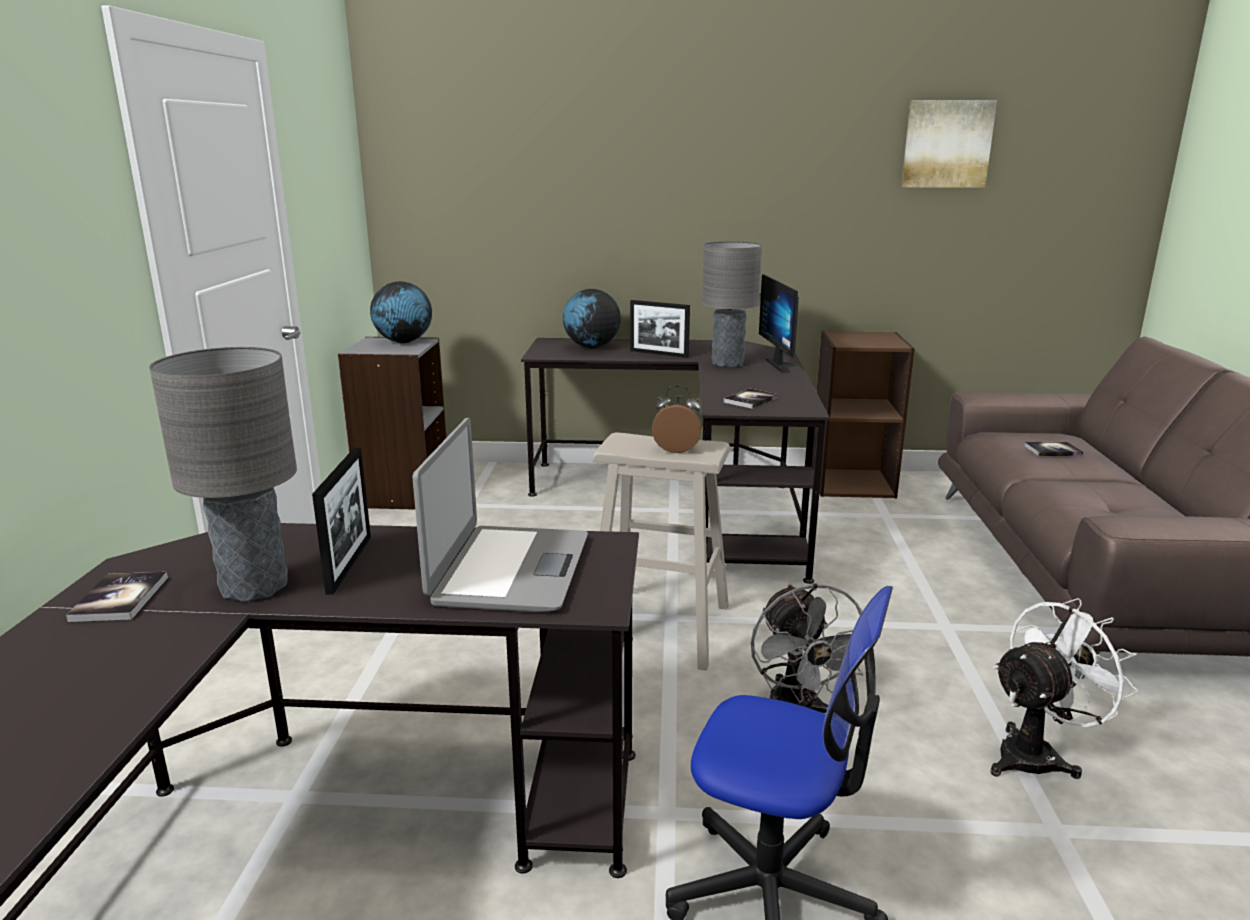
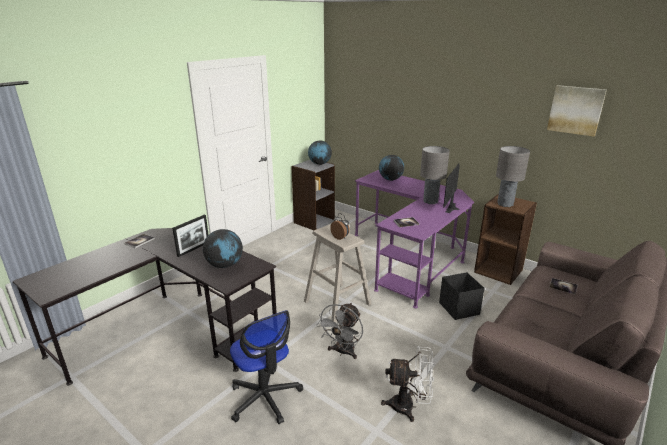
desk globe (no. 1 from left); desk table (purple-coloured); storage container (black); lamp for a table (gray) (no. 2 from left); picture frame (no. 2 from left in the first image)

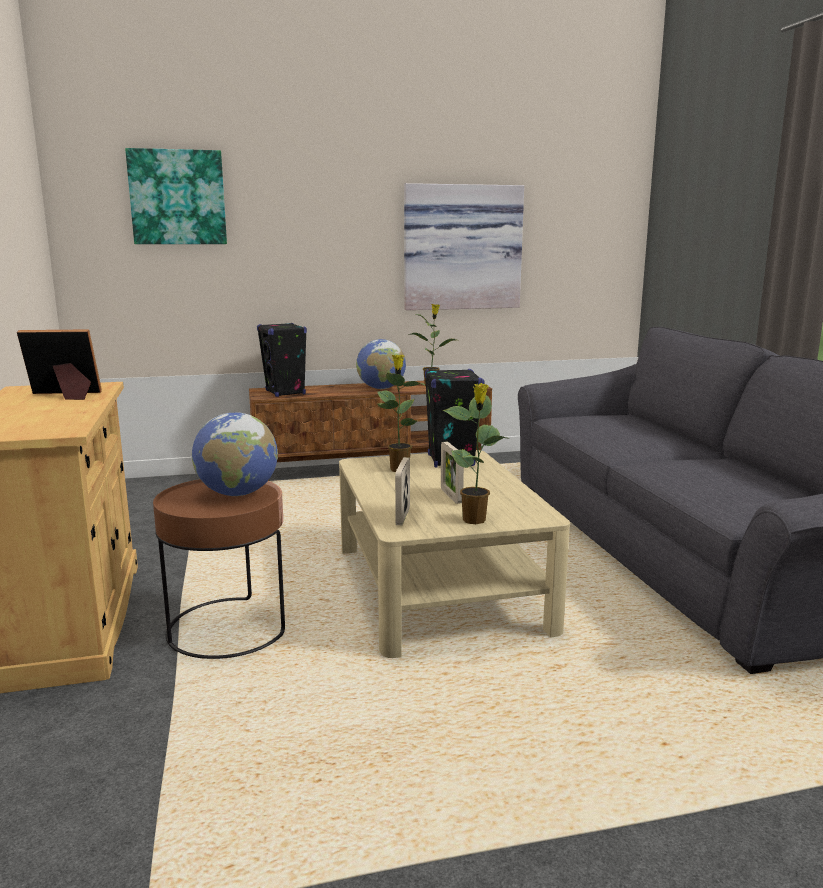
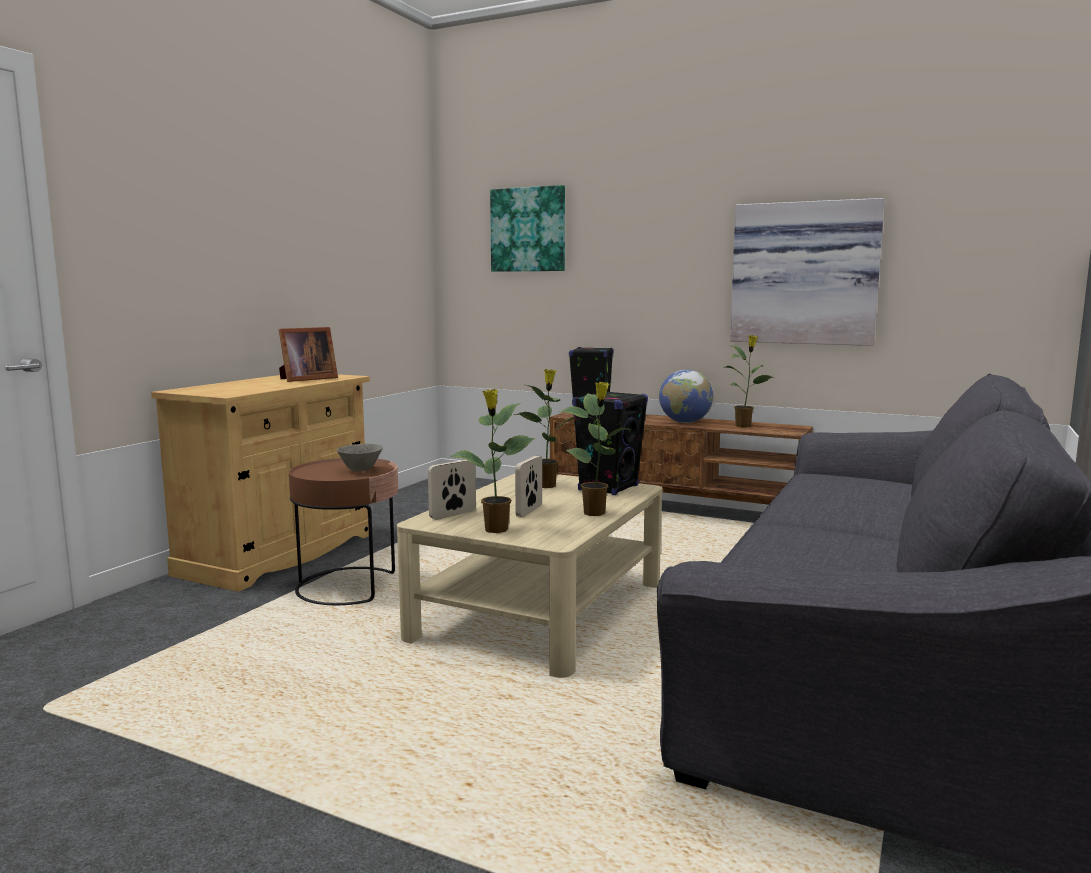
picture frame (no. 1 from left); serving bowl (gray); potted plant (no. 3 from left)

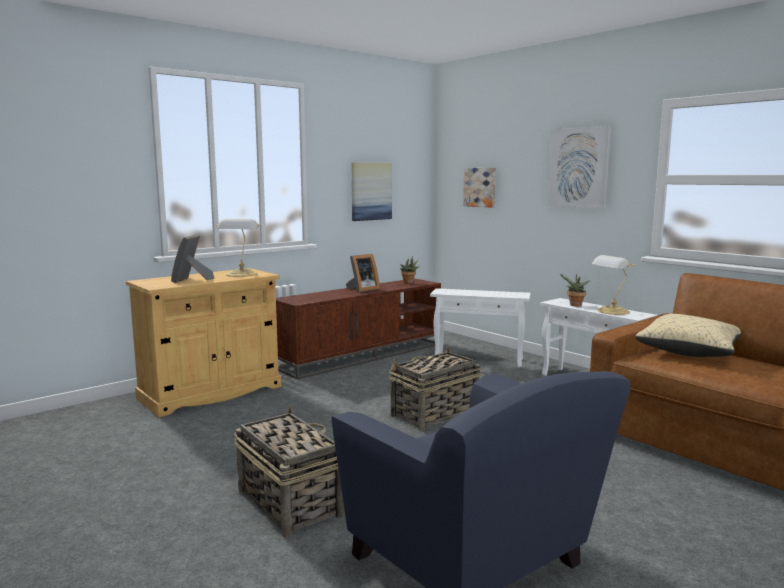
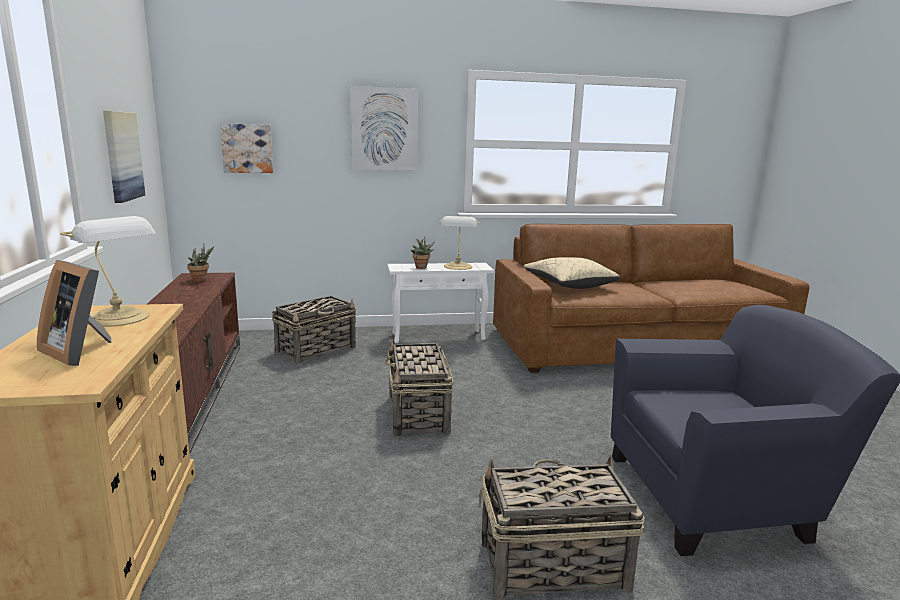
basket (no. 1 from left); picture frame (no. 2 from left in the first image)

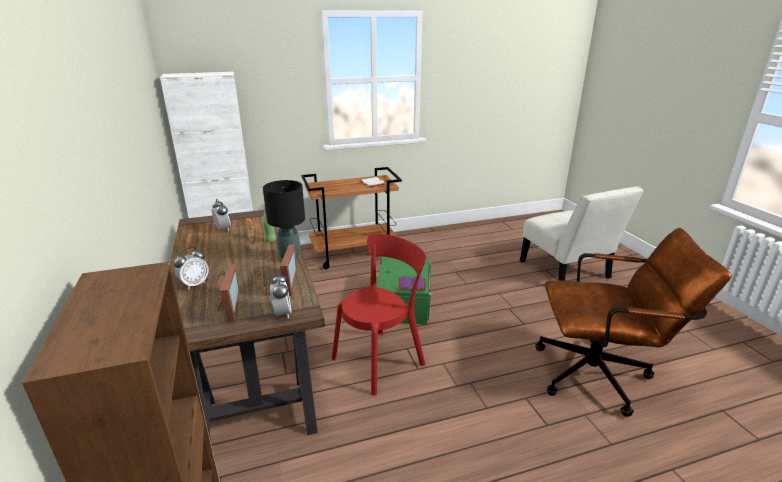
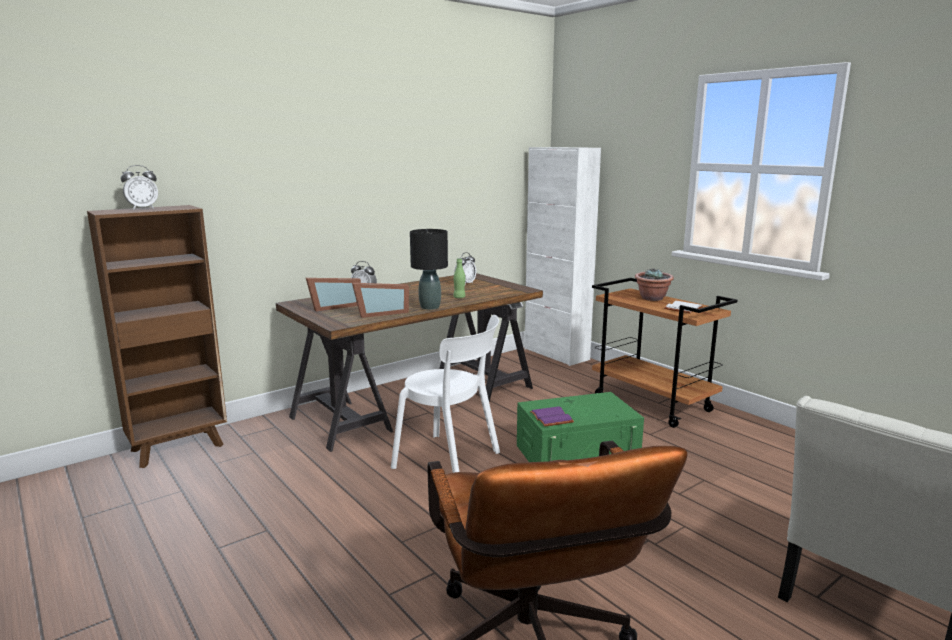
table clock (no. 1 from left); plain chair (whitish) (no. 1 from left); potted plant

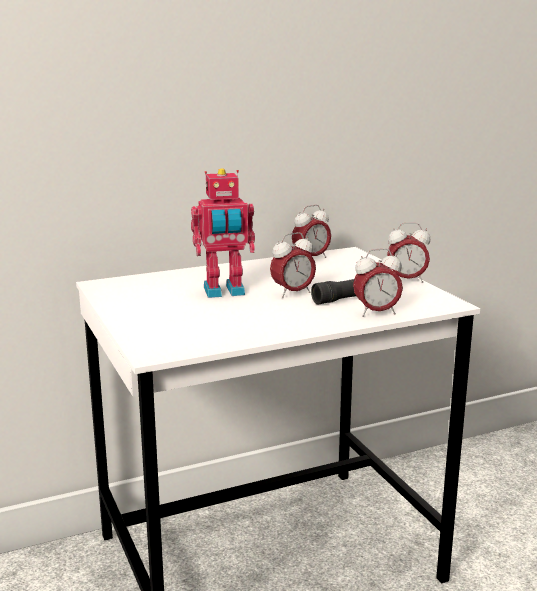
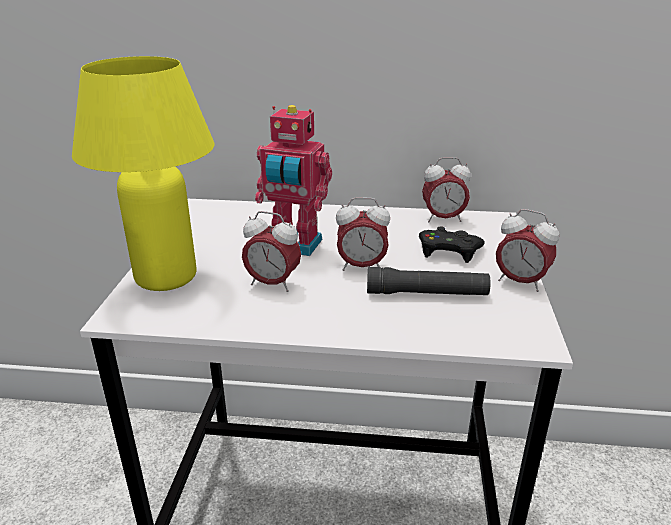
lamp for a table (yellow-coloured); table clock (no. 1 from left); game controller (black)

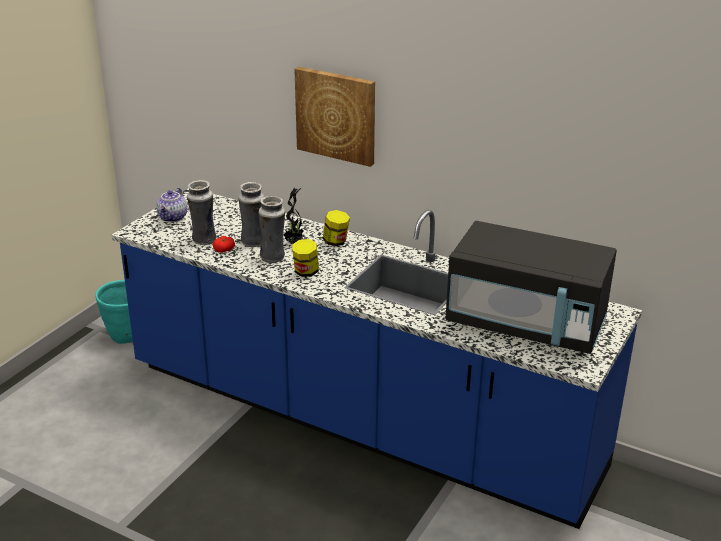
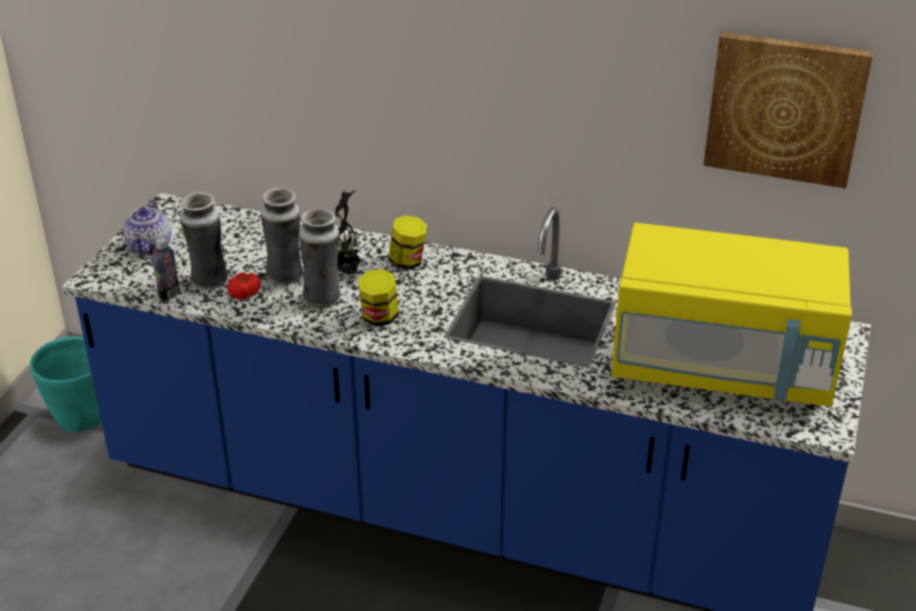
drink bottle; microwave oven (yellow-coloured); picture

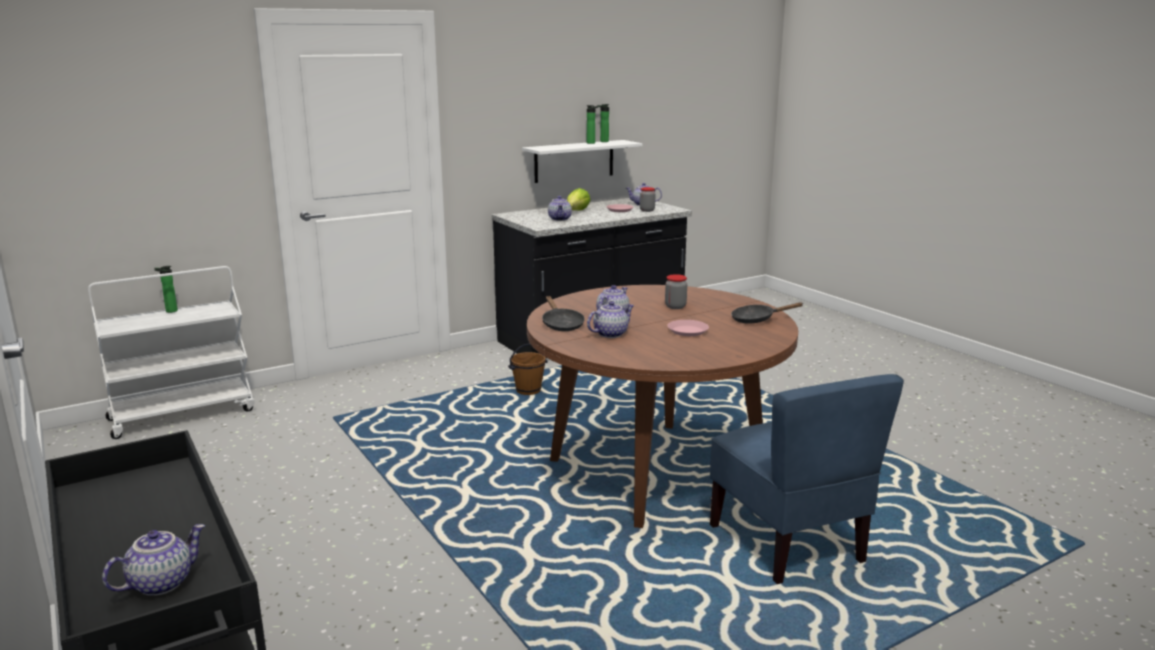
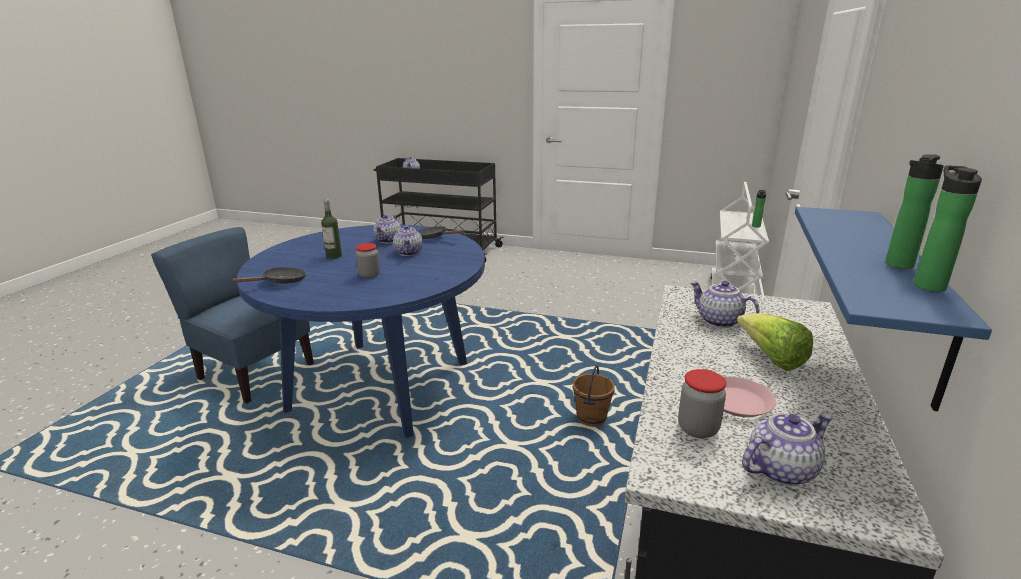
dining table (bluish); drink bottle (no. 1 from left); wall shelf (bluish)

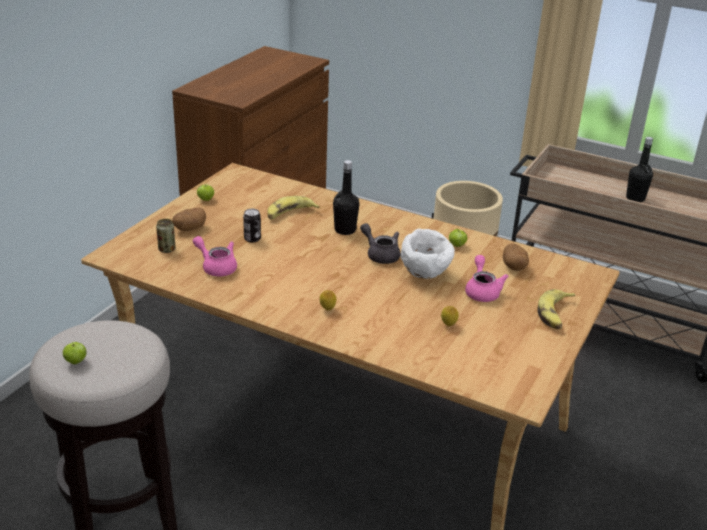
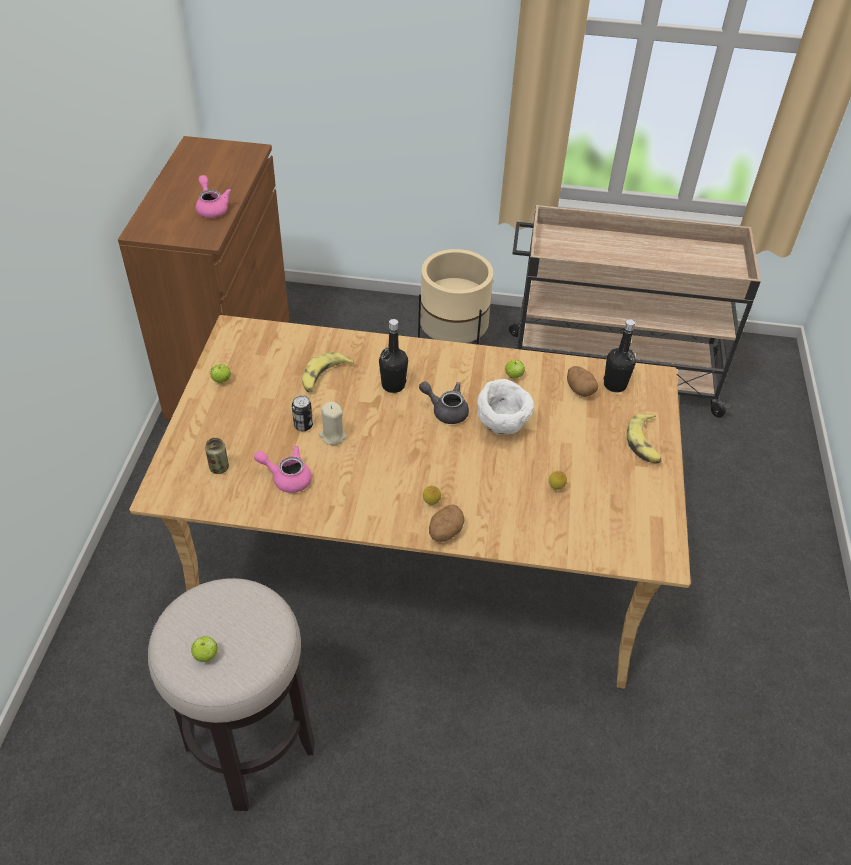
pot for tea (pink) (no. 1 from left); candle (beige-coloured); potato (no. 1 from left); drink bottle (black) (no. 2 from left)

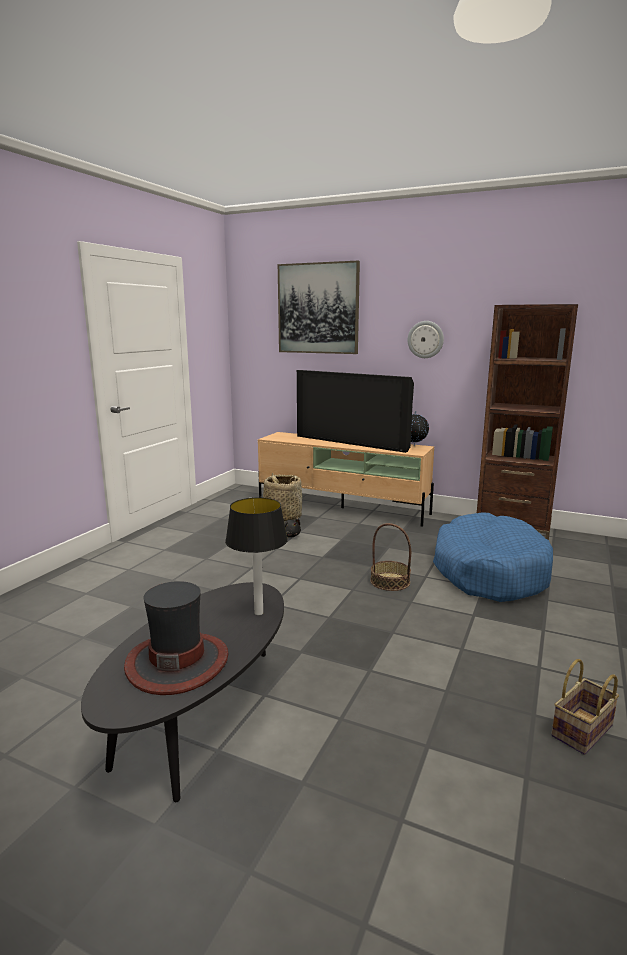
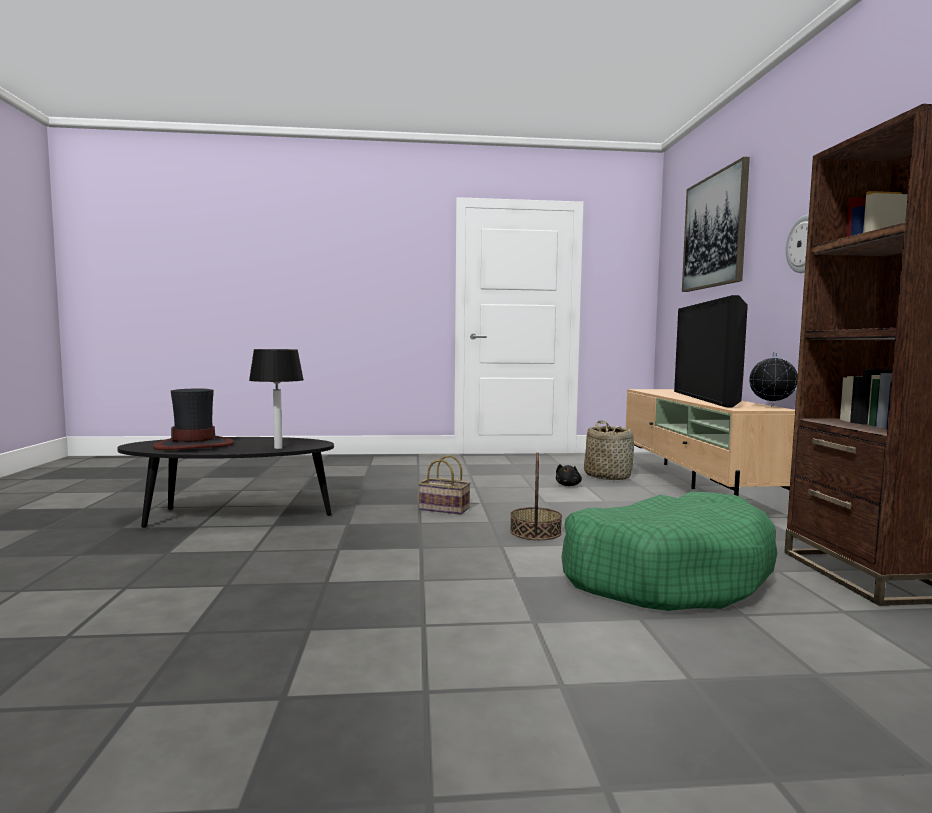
basket (no. 1 from left); dog cushion (green-coloured)

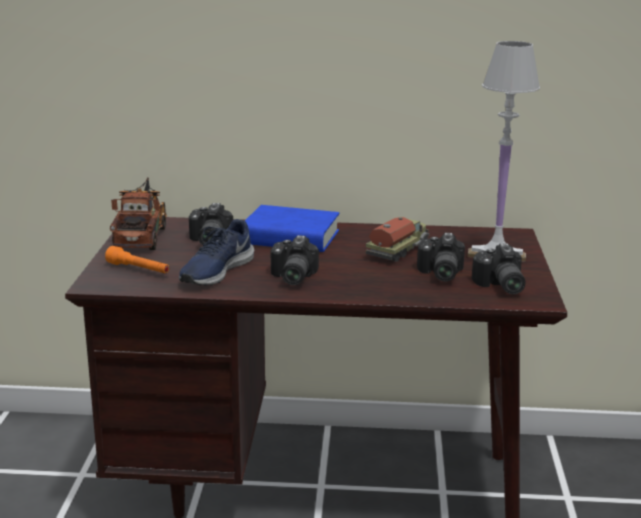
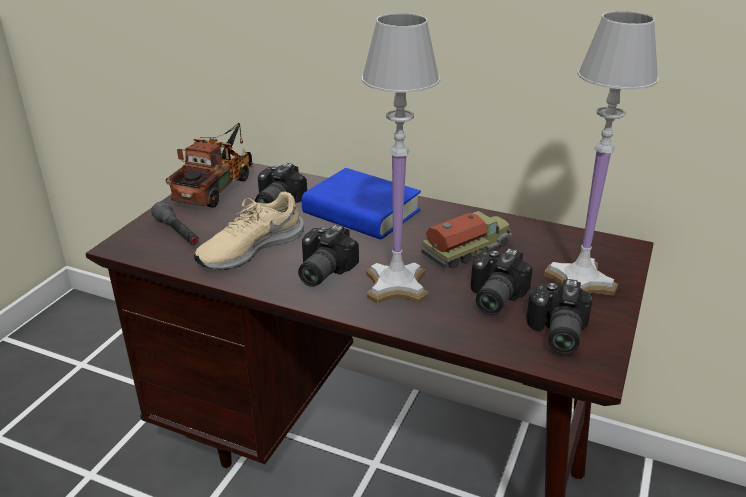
hand torch (gray); item of footwear (beige-coloured); lamp for a table (whitish) (no. 1 from left)

